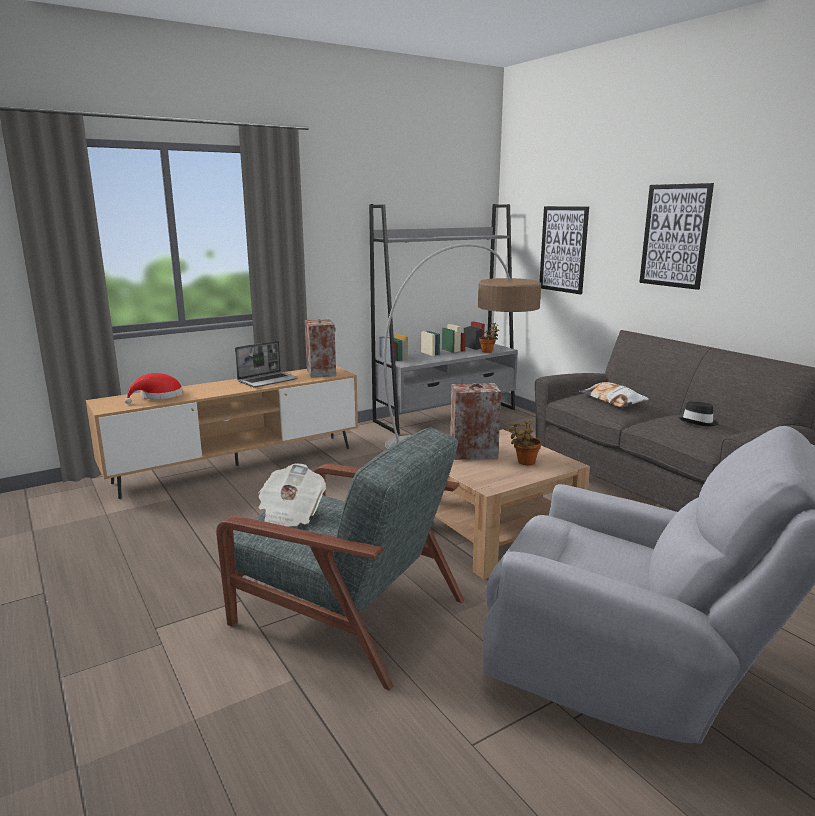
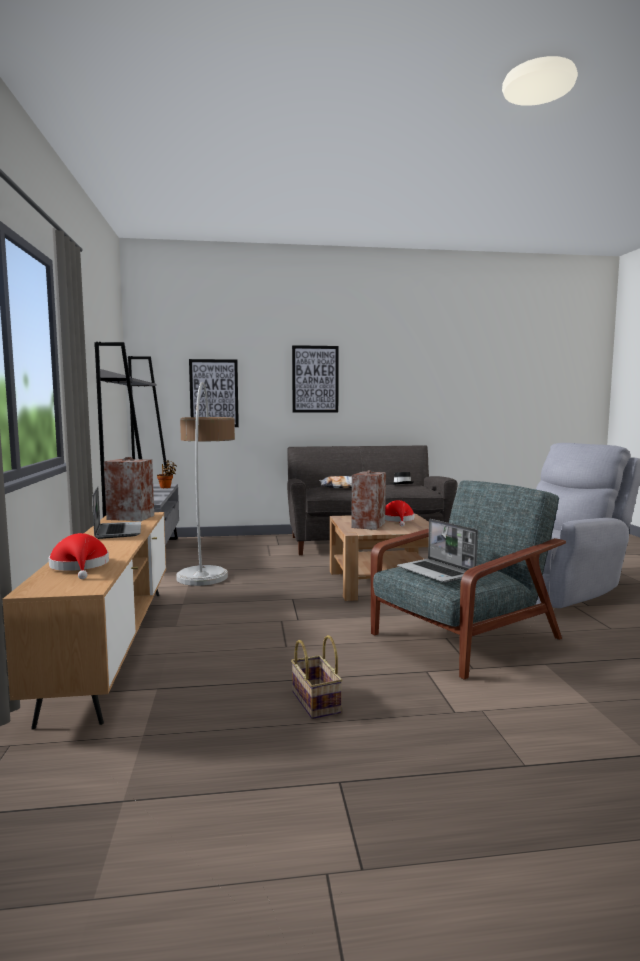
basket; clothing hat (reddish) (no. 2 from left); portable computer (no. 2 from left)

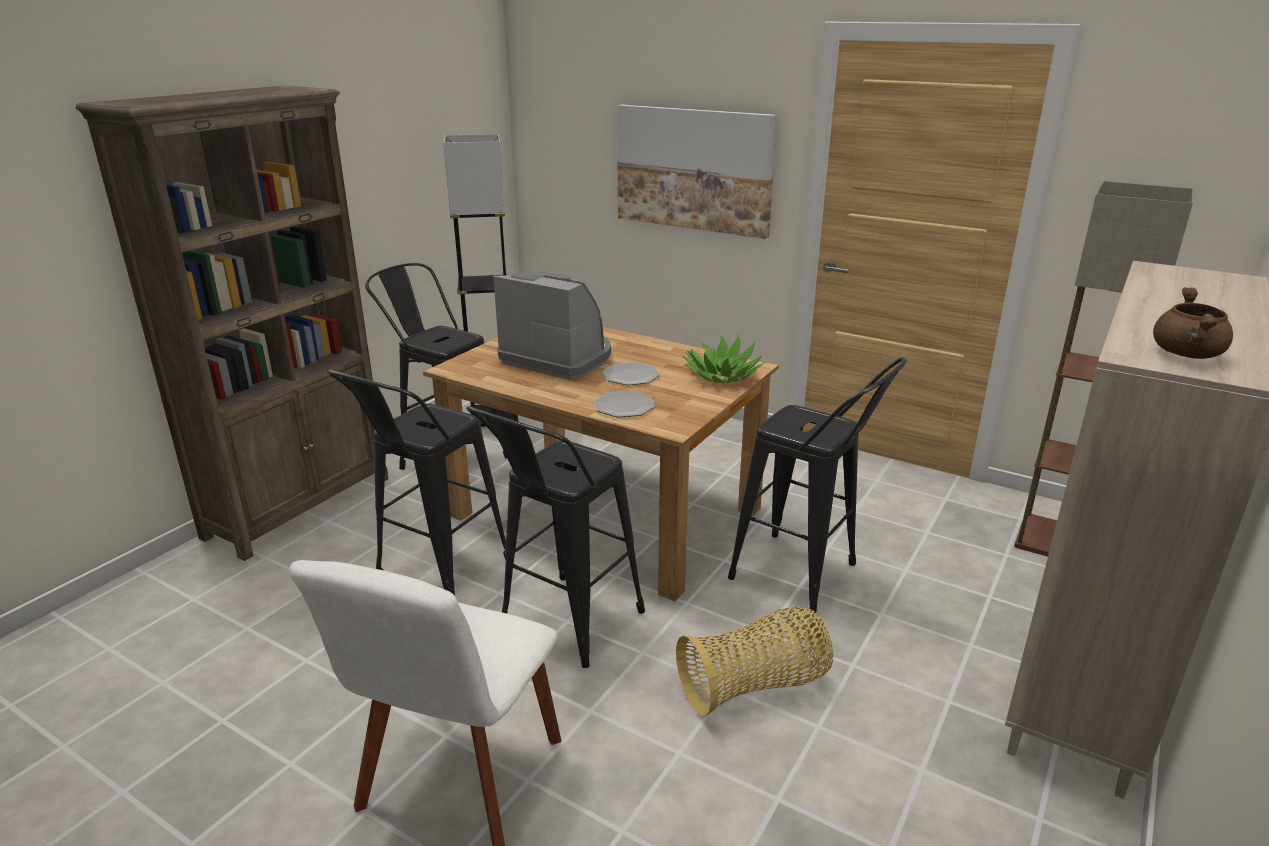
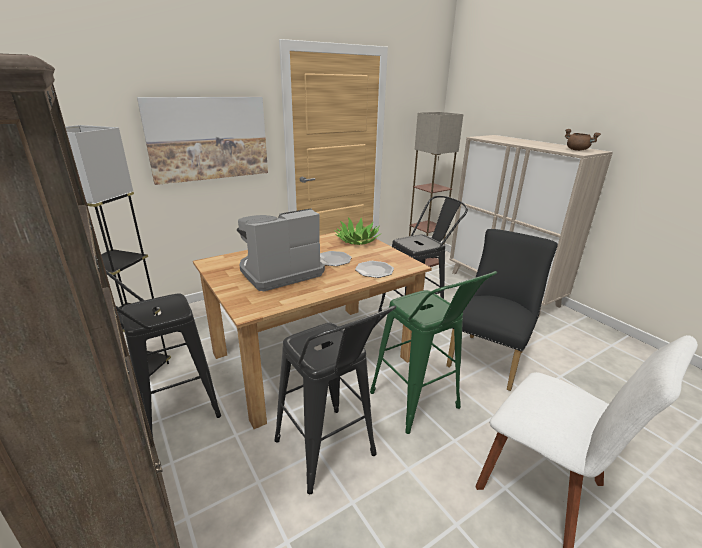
sitting stool (green-coloured); plain chair (black)

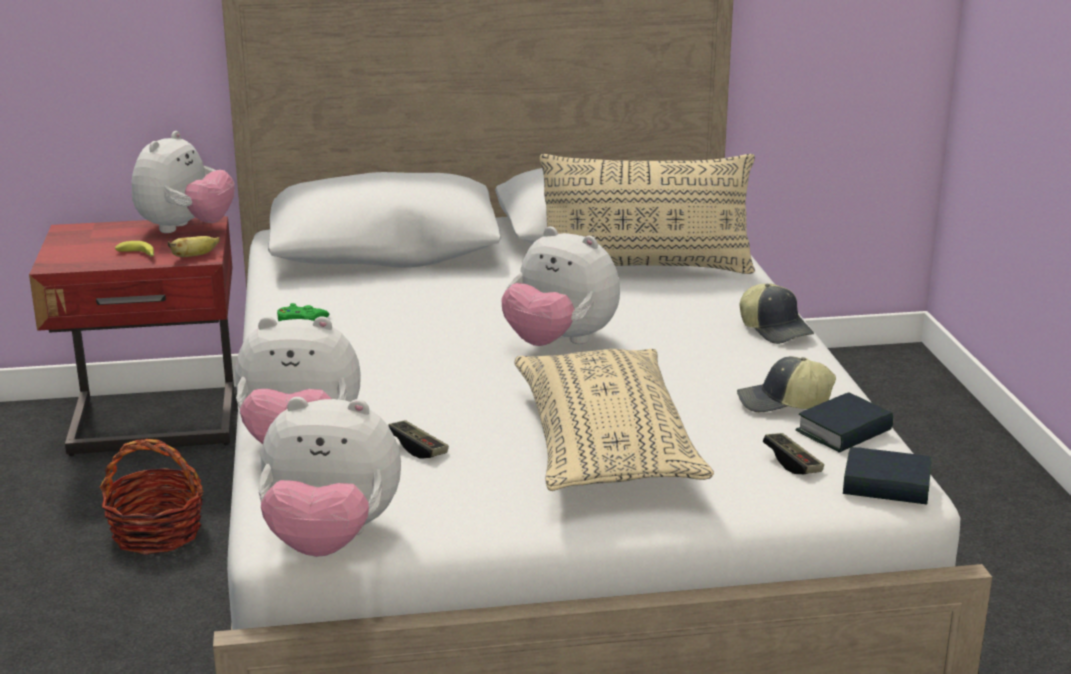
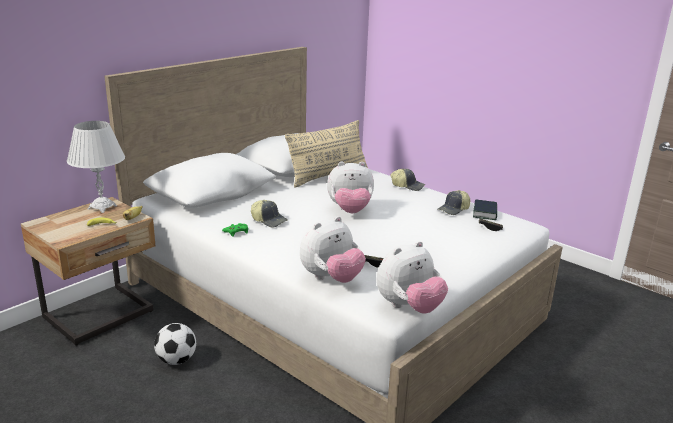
nightstand (beige-coloured); lamp for a table (whitish); ball for football; cap (no. 1 from left); pillow (beige-coloured) (no. 1 from left in the first image); bound book (no. 2 from left in the first image)

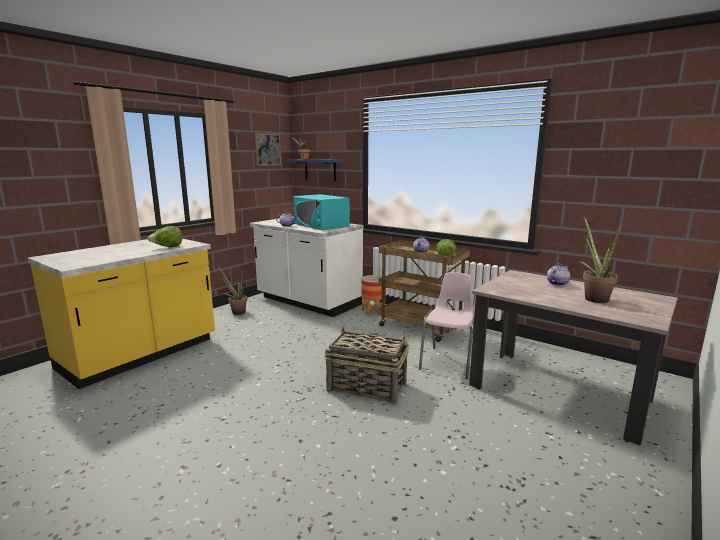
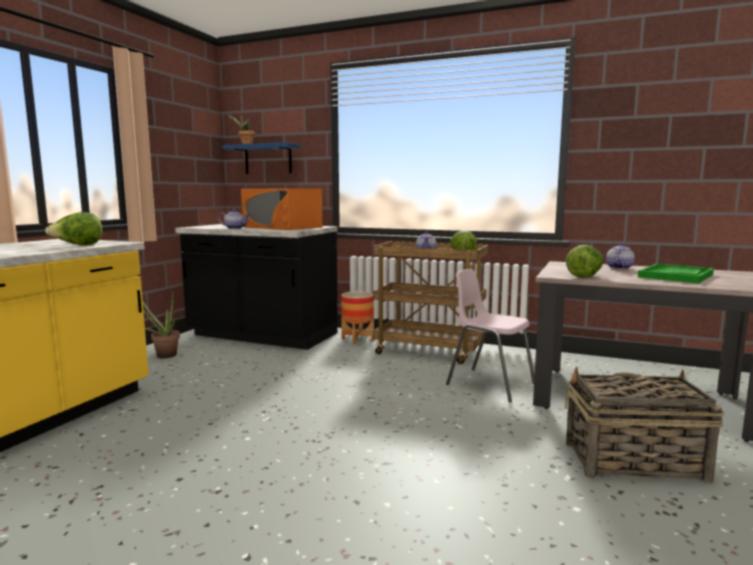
kitchen counter (black); microwave oven (orange); plain chair (pink); basket; head of lettuce (no. 3 from left); serving tray (green-coloured); picture

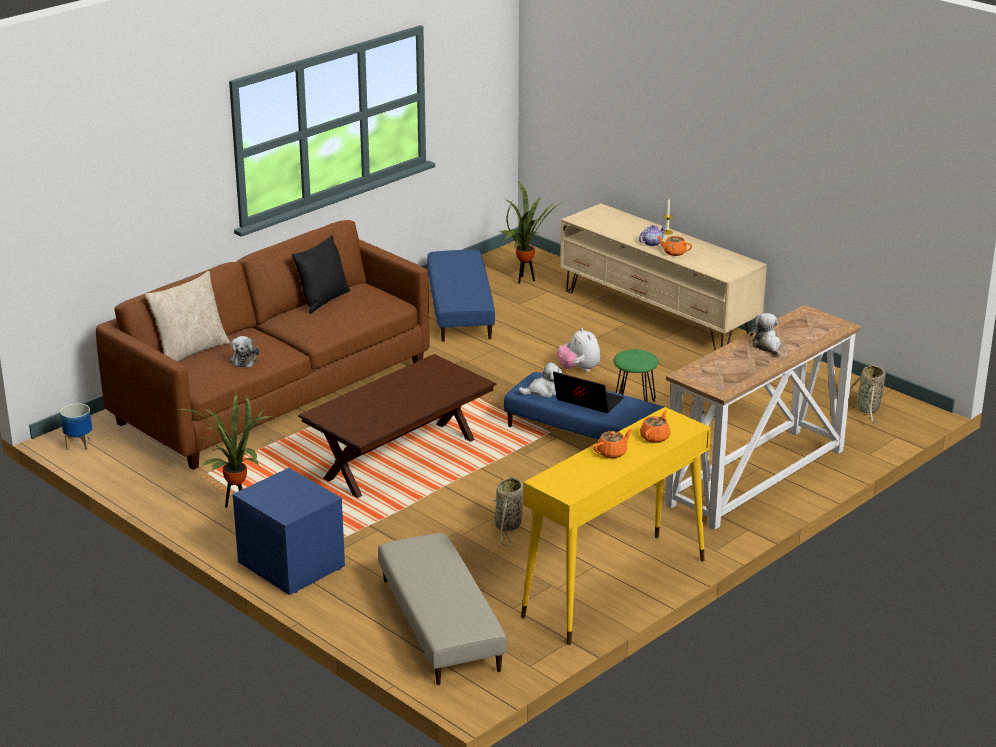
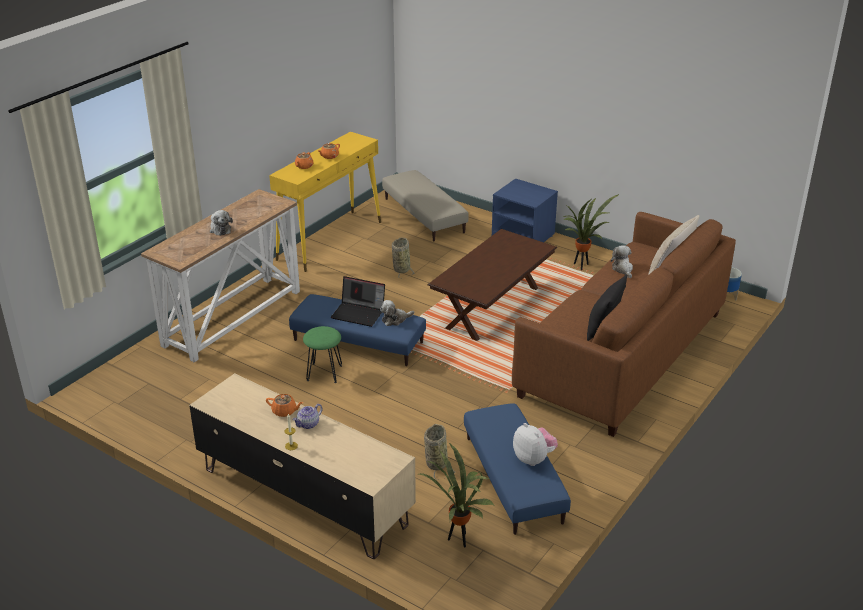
basket (no. 2 from left); cuddly toy (no. 3 from left)

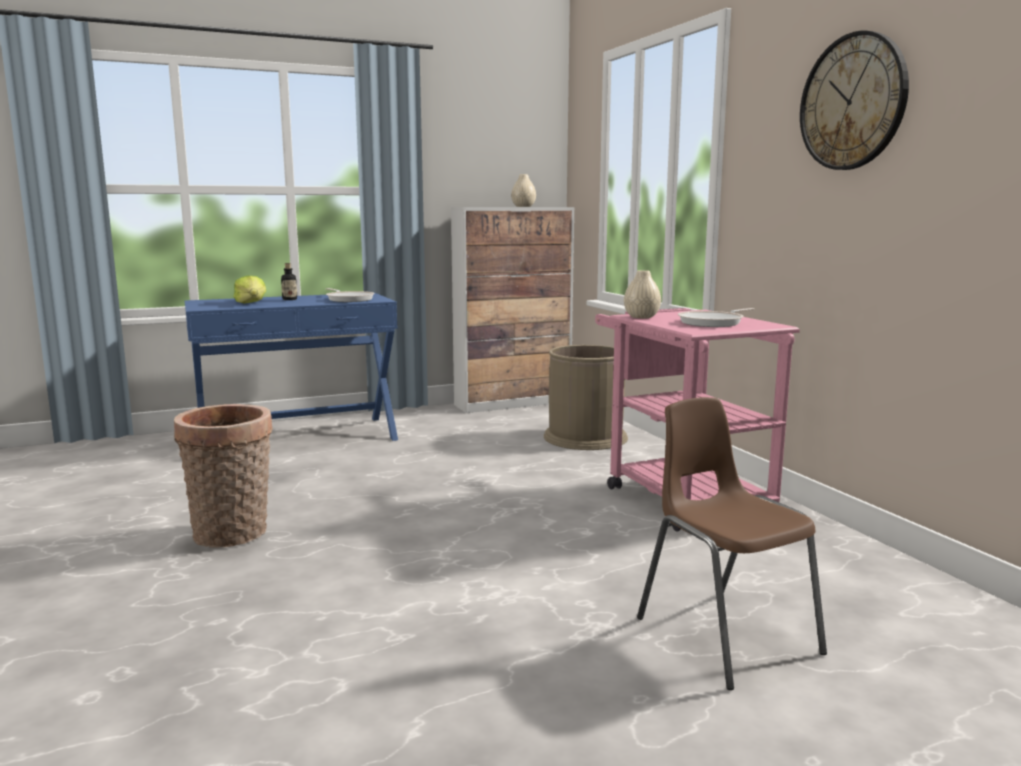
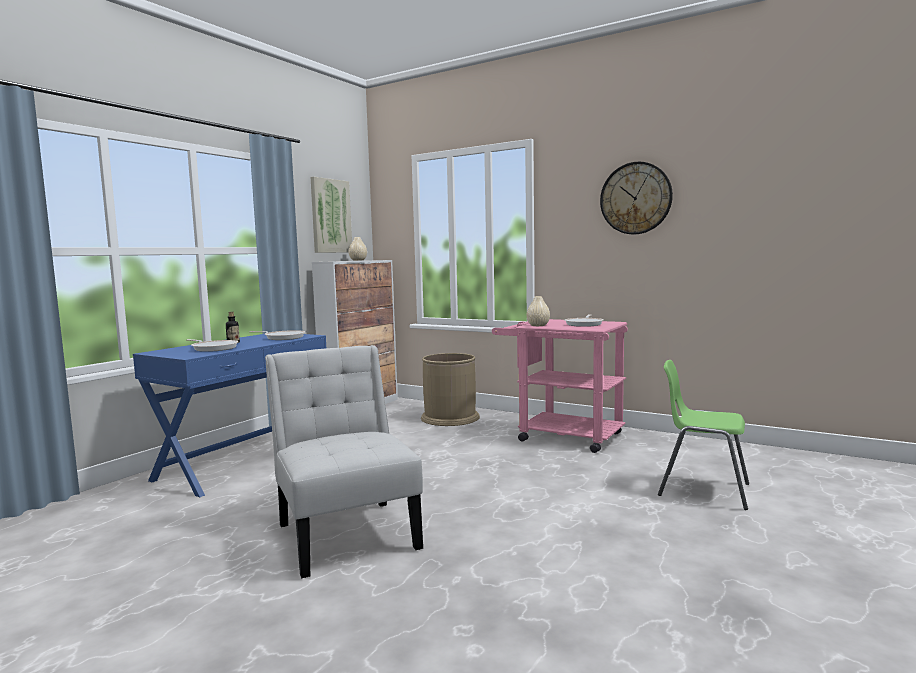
pan (no. 1 from left); plain chair (whitish); picture; plain chair (green-coloured)

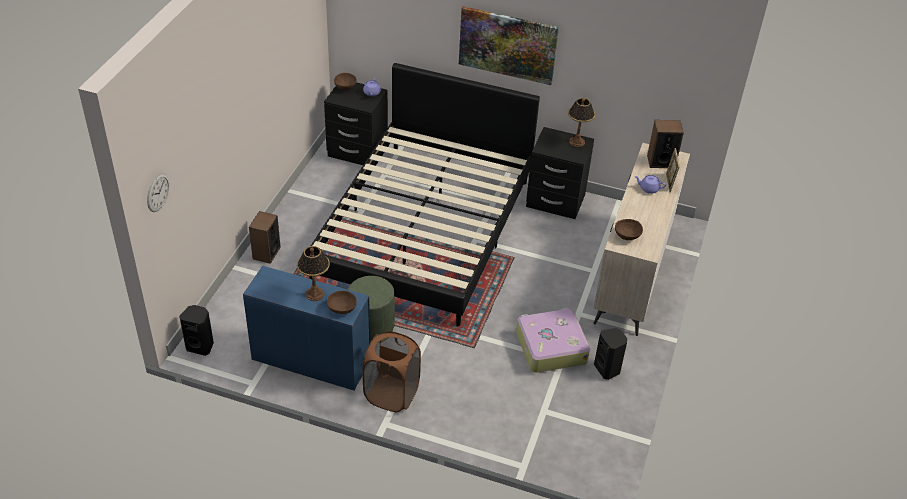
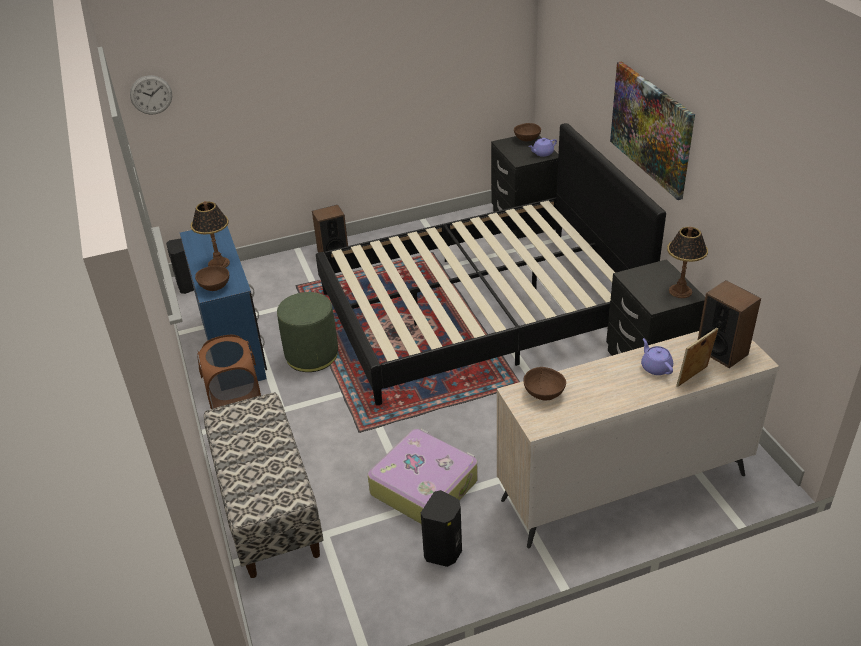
indoor bench

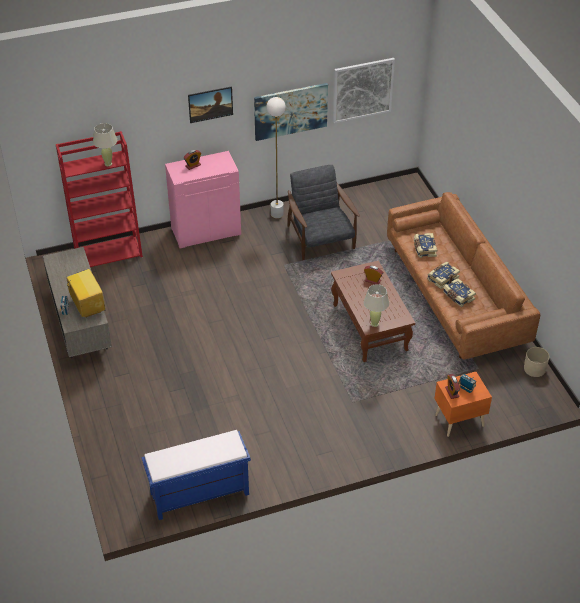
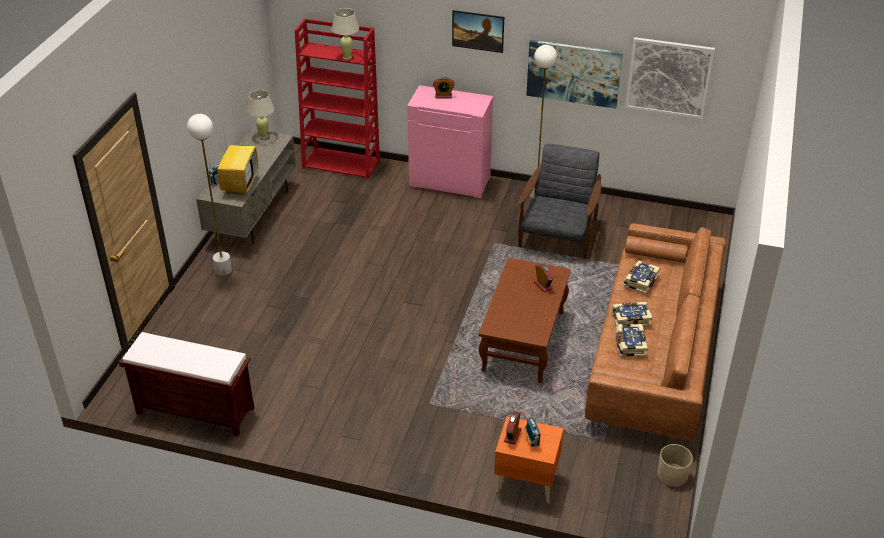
indoor bench (brown-coloured); floor lamp (whitish) (no. 1 from left); lamp for a table (beige-coloured) (no. 1 from left)

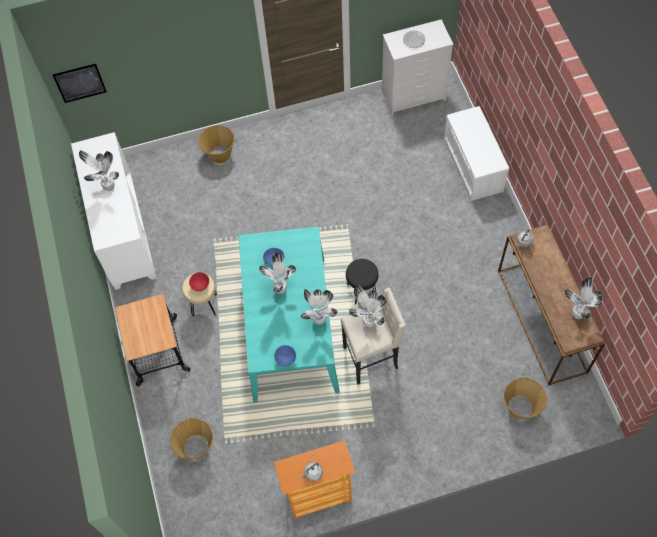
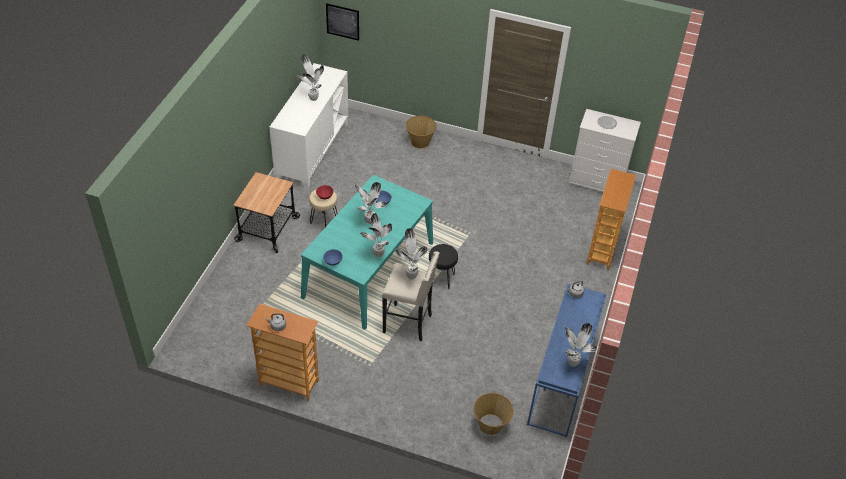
narrow table (bluish); bookcase (no. 2 from left); basket (no. 1 from left in the first image)

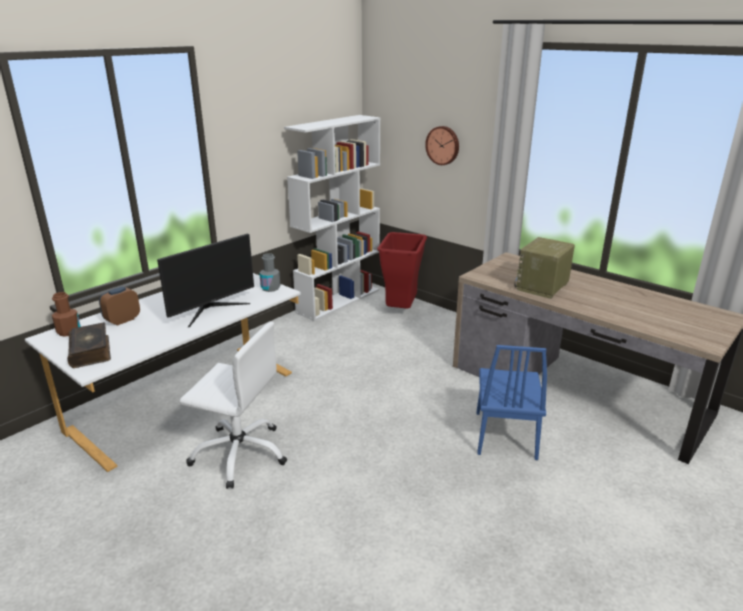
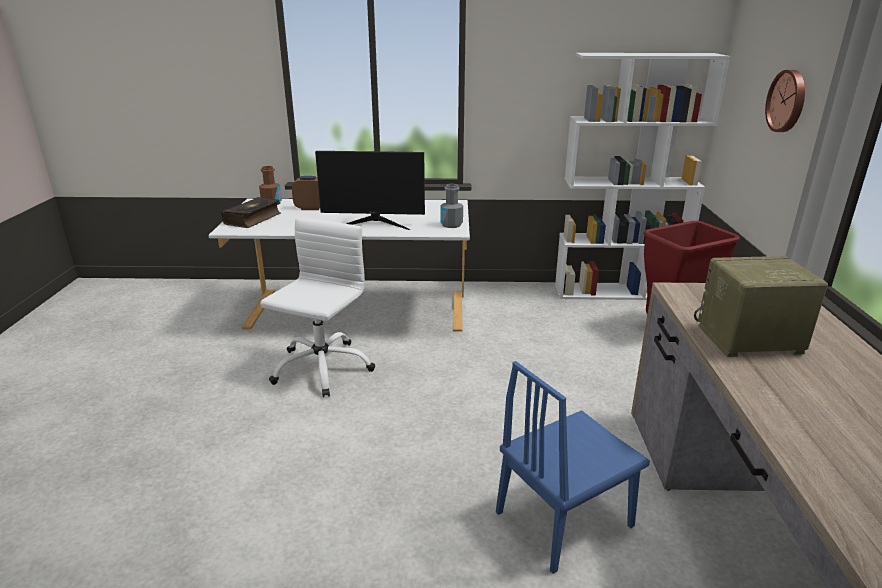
desk chair (whitish)

